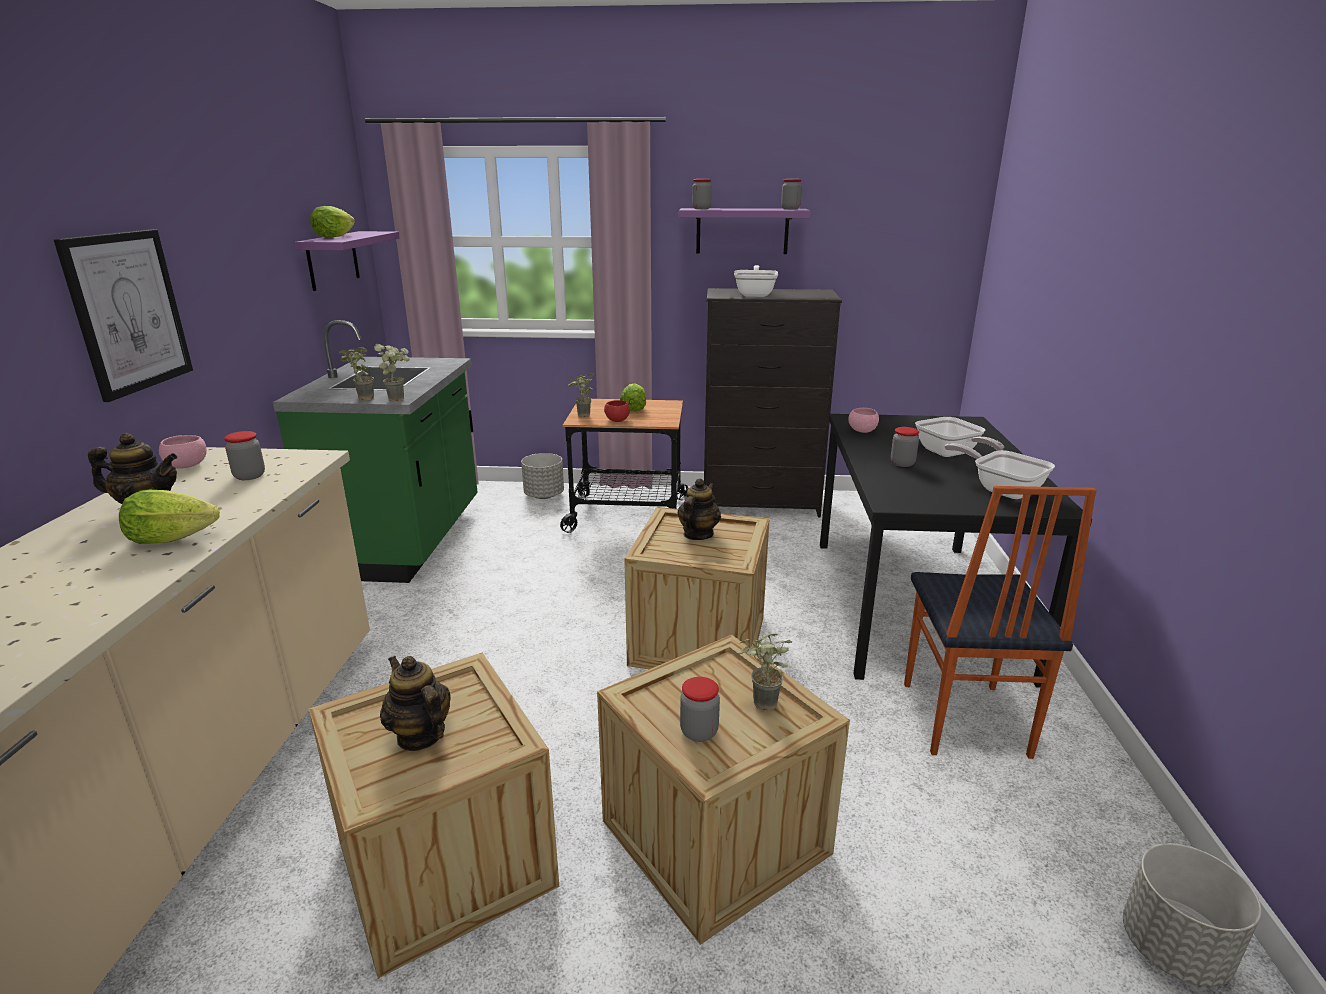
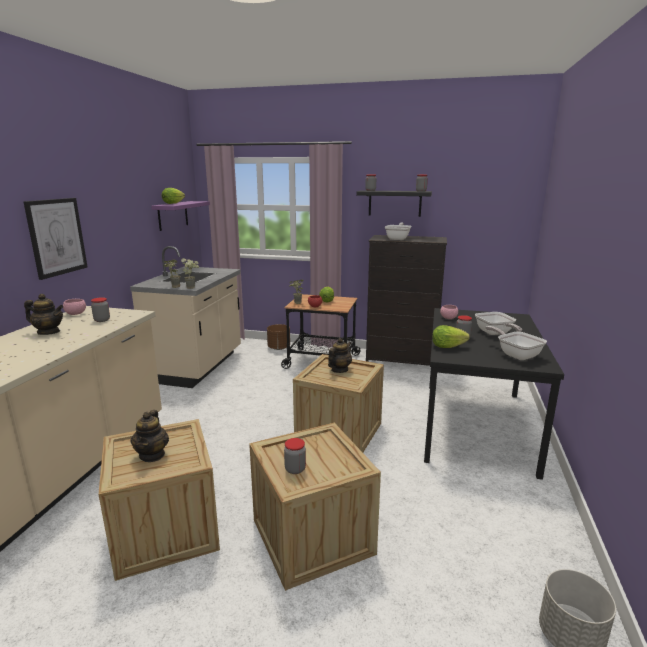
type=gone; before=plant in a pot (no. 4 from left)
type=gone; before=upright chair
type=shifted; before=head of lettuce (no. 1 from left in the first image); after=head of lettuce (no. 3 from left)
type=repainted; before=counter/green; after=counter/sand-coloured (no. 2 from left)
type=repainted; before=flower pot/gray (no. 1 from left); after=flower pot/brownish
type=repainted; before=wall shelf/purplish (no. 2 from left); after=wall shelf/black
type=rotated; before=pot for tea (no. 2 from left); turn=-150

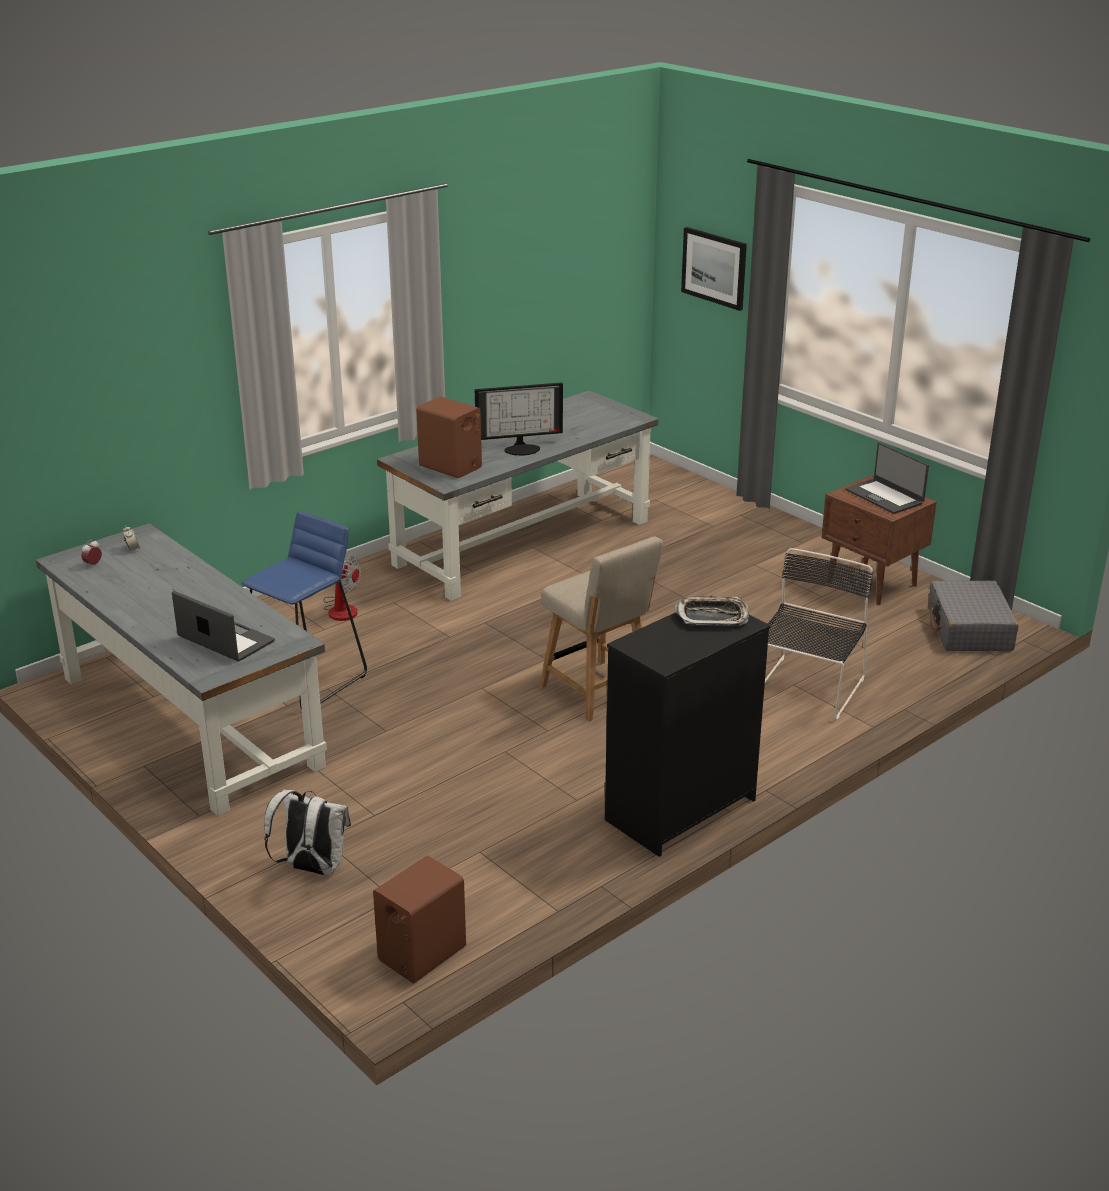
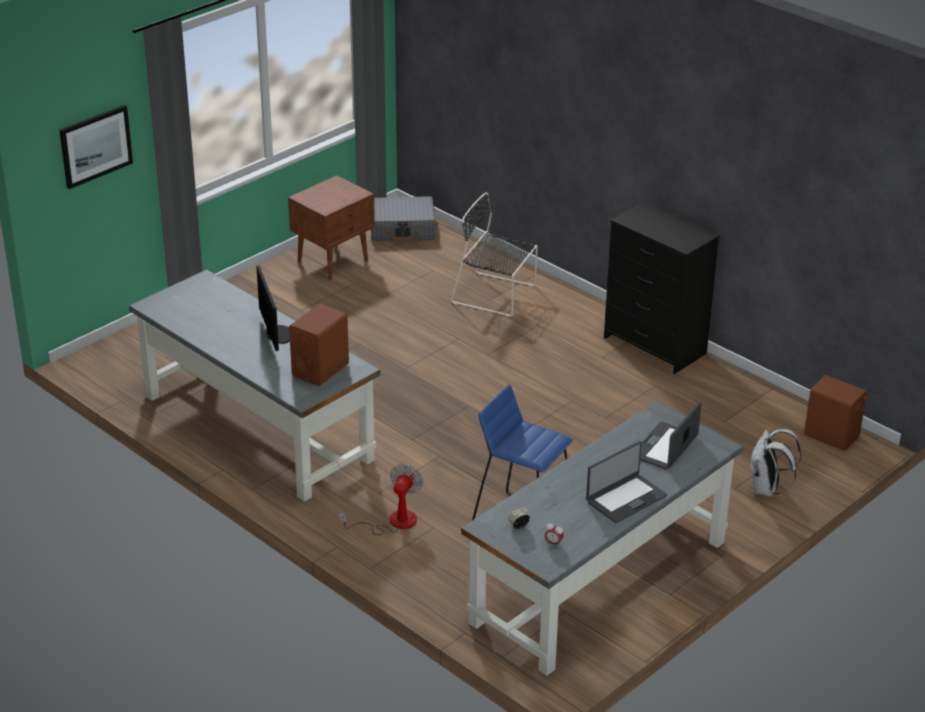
type=gone; before=upright chair/sand-coloured
type=gone; before=serving tray
type=shifted; before=notebook computer (no. 2 from left in the first image); after=notebook computer (no. 1 from left)

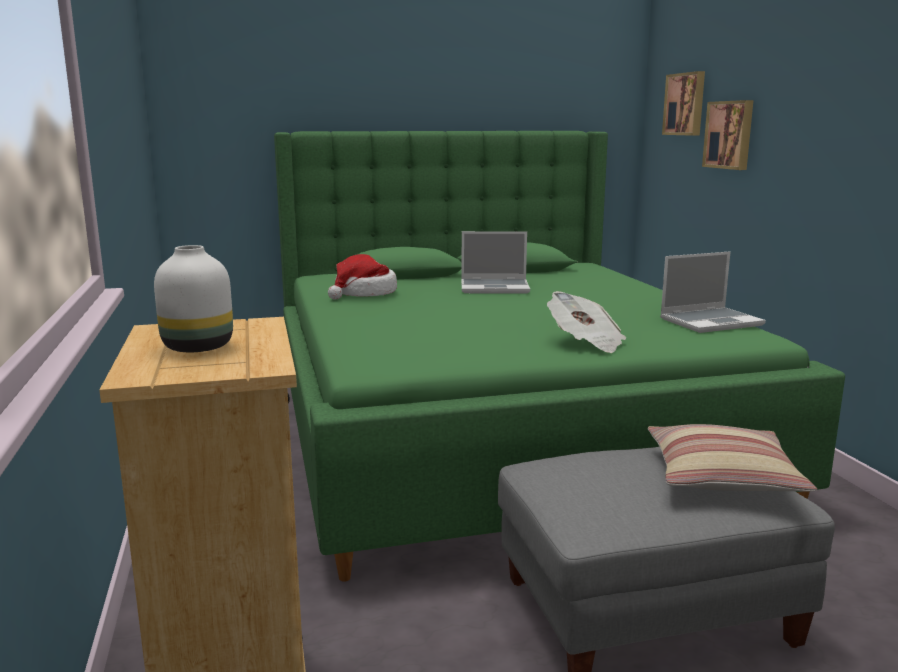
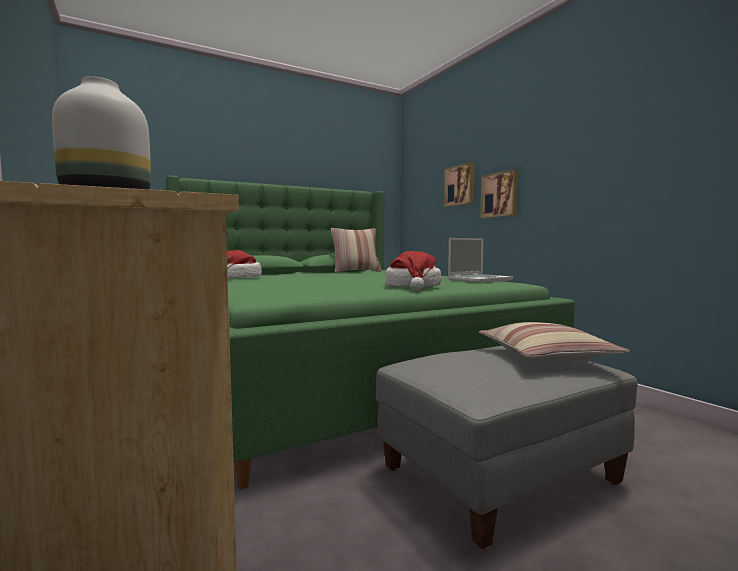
type=gone; before=notebook computer (no. 1 from left)
type=new; after=pillow (no. 1 from left)
type=shifted; before=wall picture (no. 1 from left in the first image); after=wall picture (no. 2 from left)
type=swapped; before=newspaper; after=clothing hat (no. 2 from left)

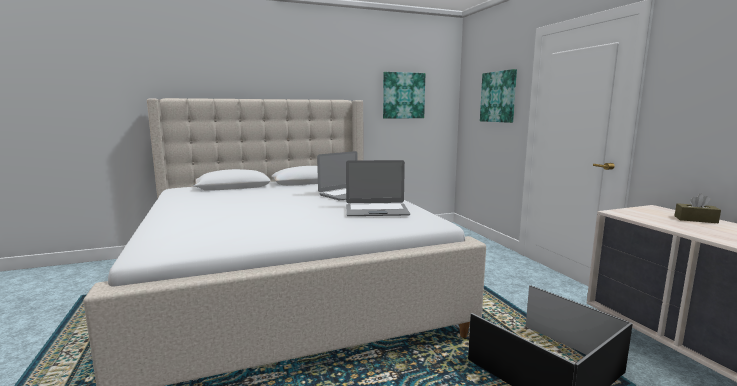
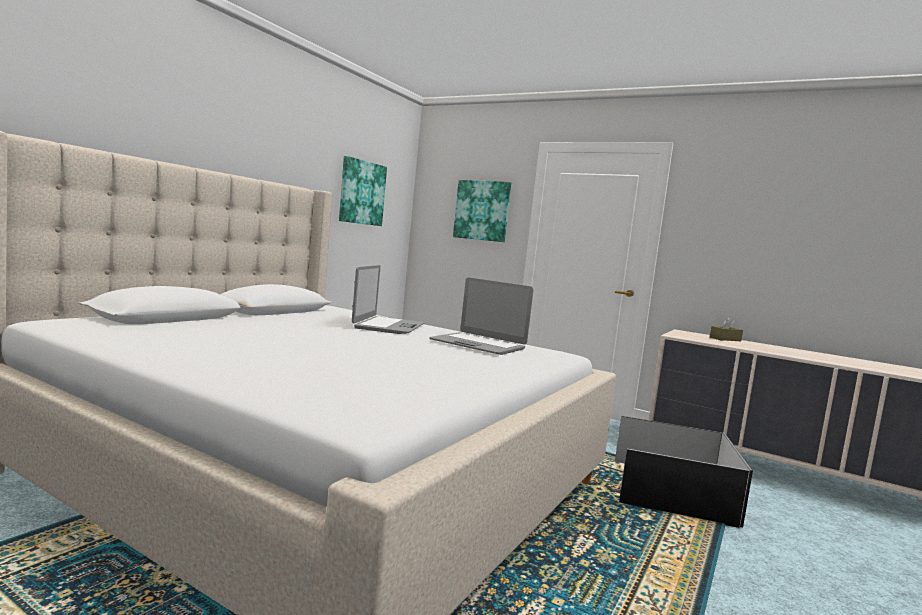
type=rotated; before=notebook computer (no. 2 from left); turn=75

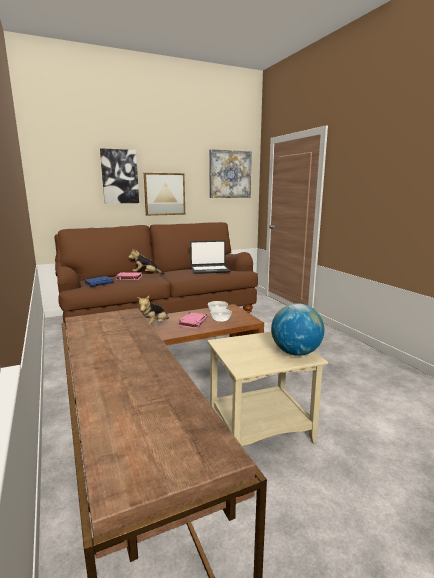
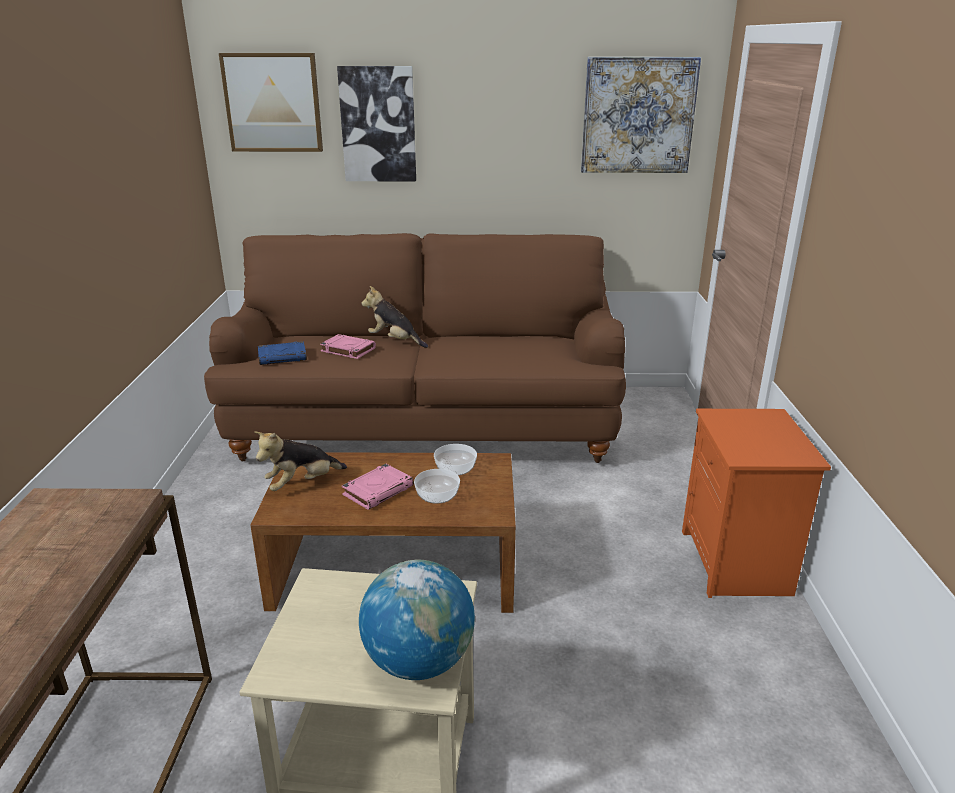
type=gone; before=notebook computer
type=new; after=bedside table/orange-coloured
type=shifted; before=wall picture (no. 2 from left in the first image); after=wall picture (no. 1 from left)

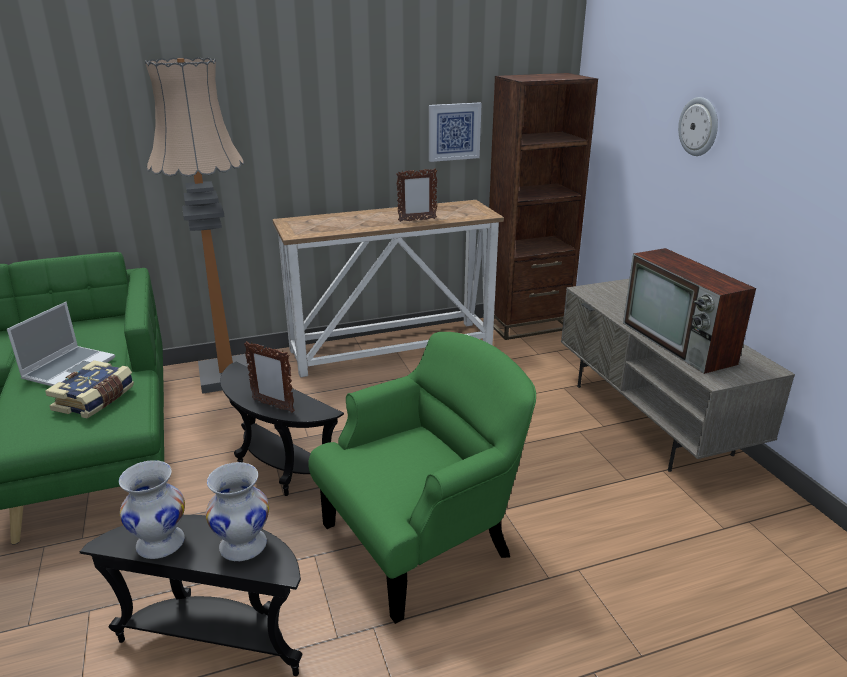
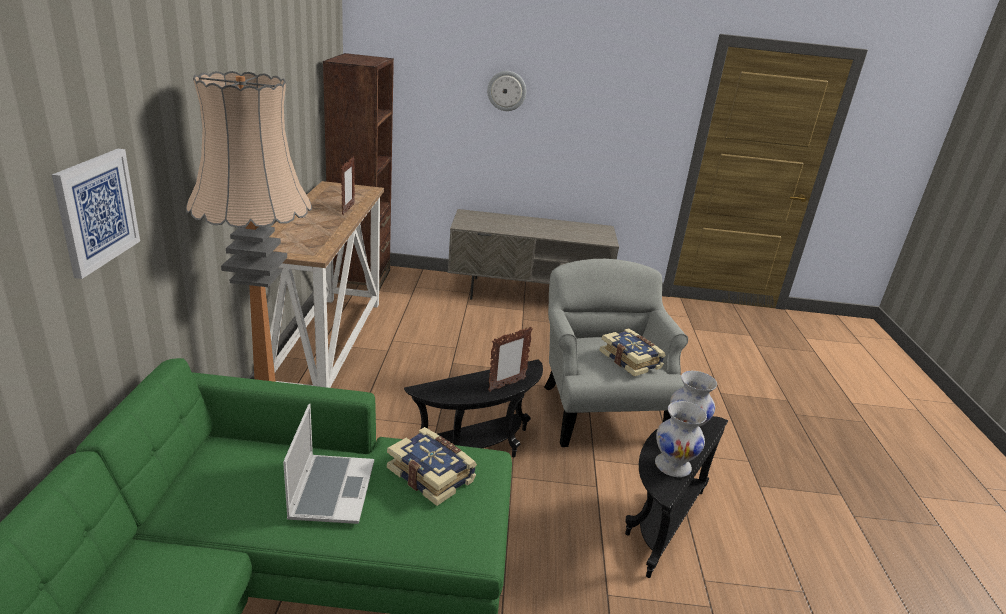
type=gone; before=TV
type=new; after=volume (no. 2 from left)
type=shifted; before=wall picture
type=repainted; before=armchair/green; after=armchair/gray
type=rotated; before=notebook computer; turn=45

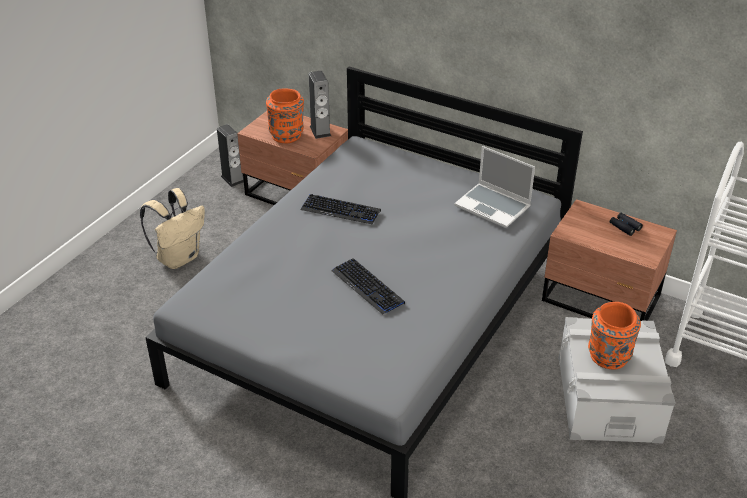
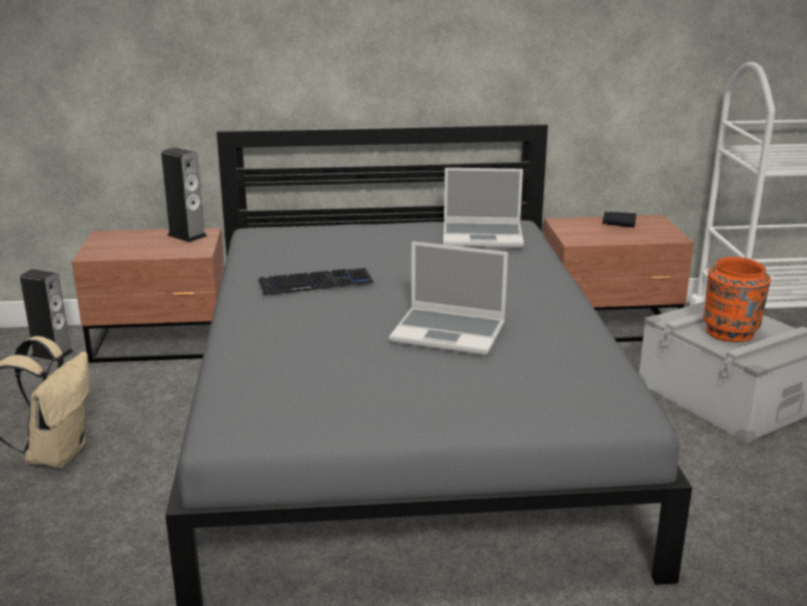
type=gone; before=flower vase/orange-coloured (no. 1 from left)
type=swapped; before=keyboard (no. 2 from left); after=notebook computer (no. 1 from left)

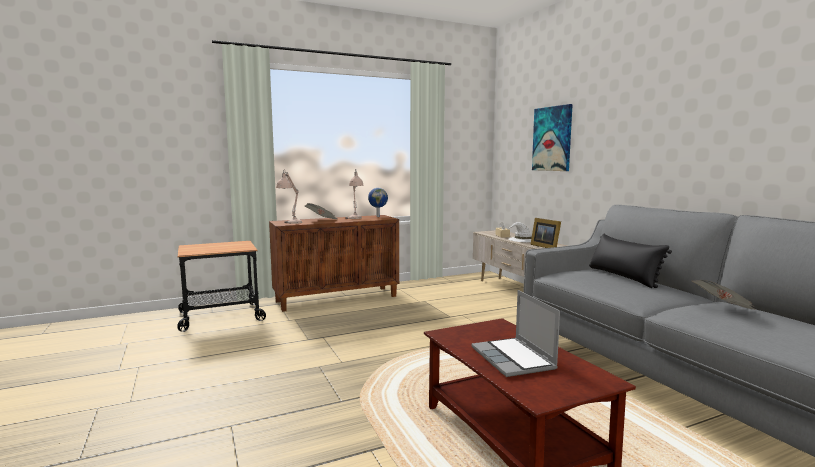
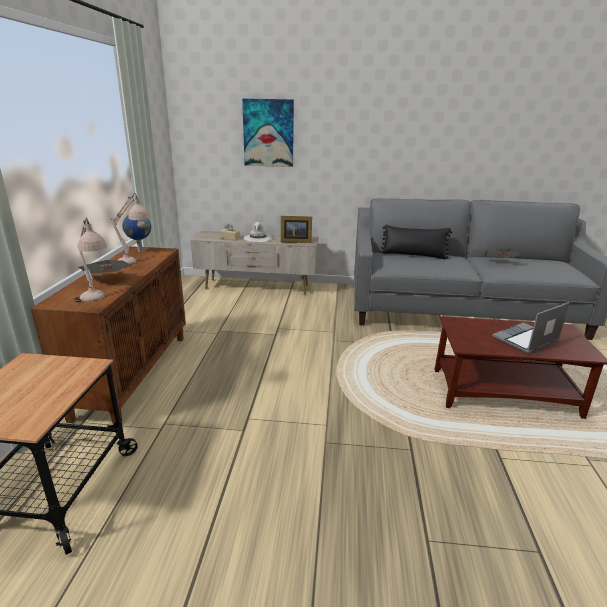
type=rotated; before=notebook computer; turn=135

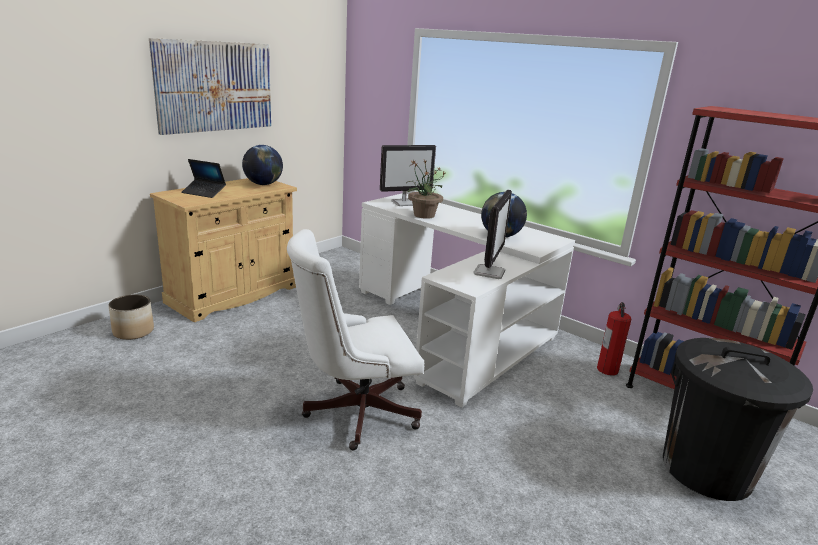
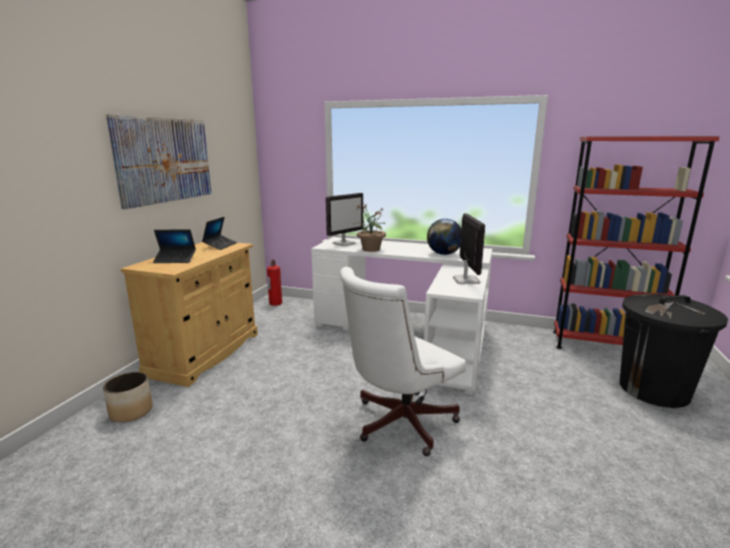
type=shifted; before=fire-fighting cylinder
type=swapped; before=desk globe (no. 1 from left); after=notebook computer (no. 2 from left)

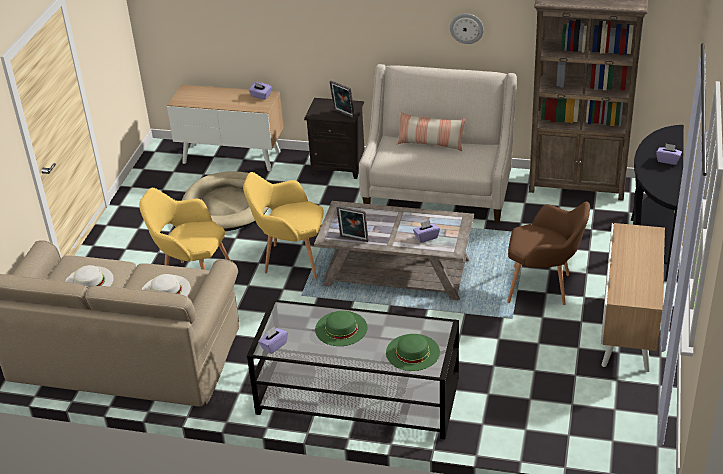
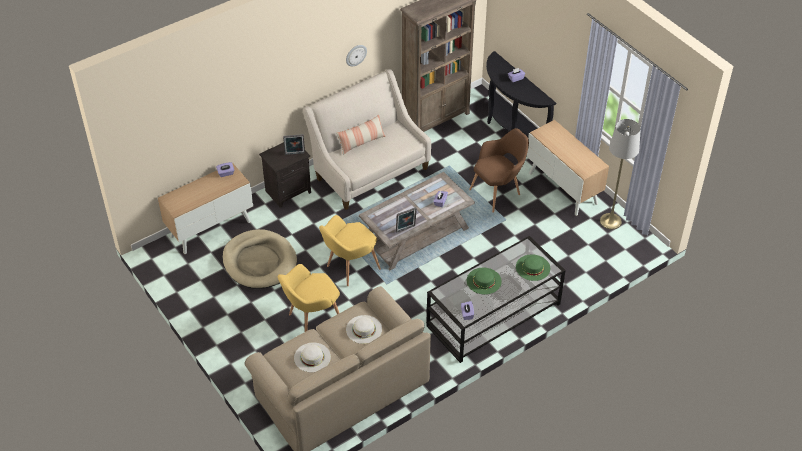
type=new; after=standard lamp/gray

